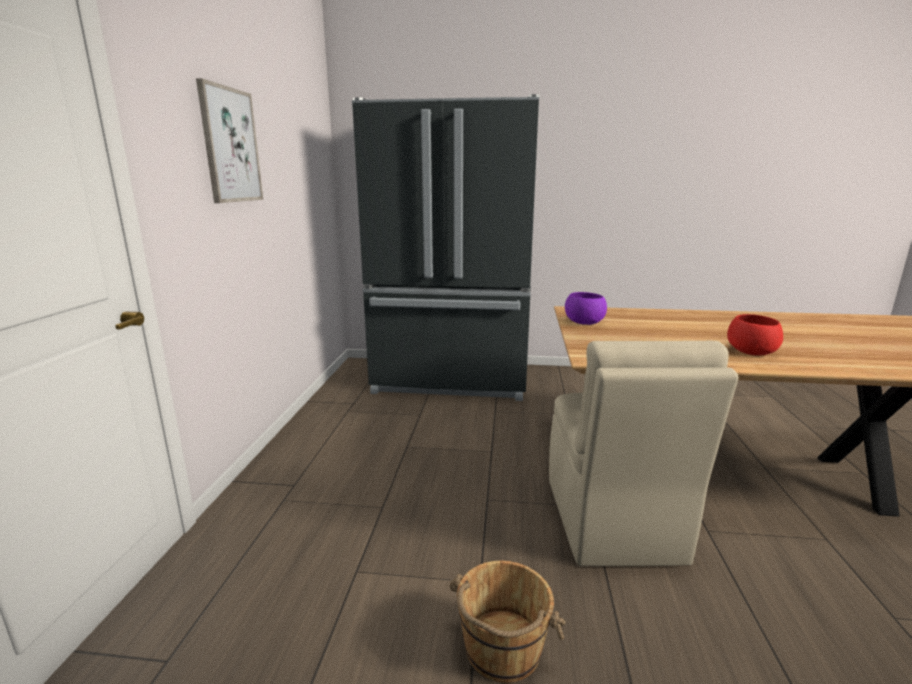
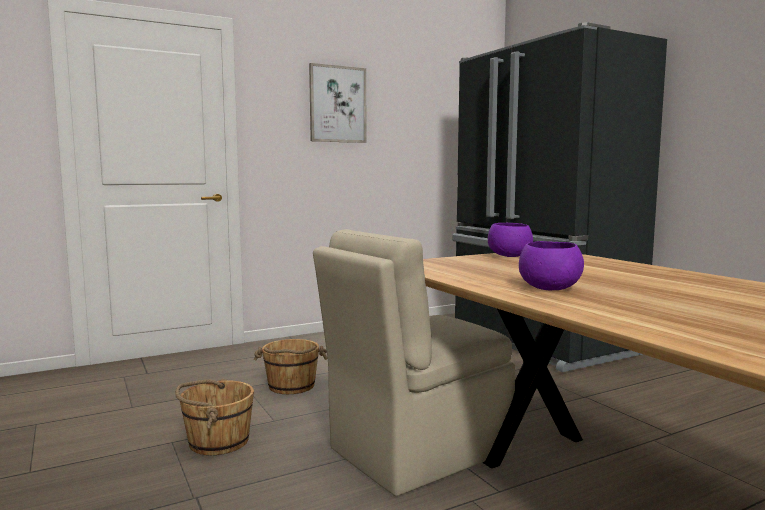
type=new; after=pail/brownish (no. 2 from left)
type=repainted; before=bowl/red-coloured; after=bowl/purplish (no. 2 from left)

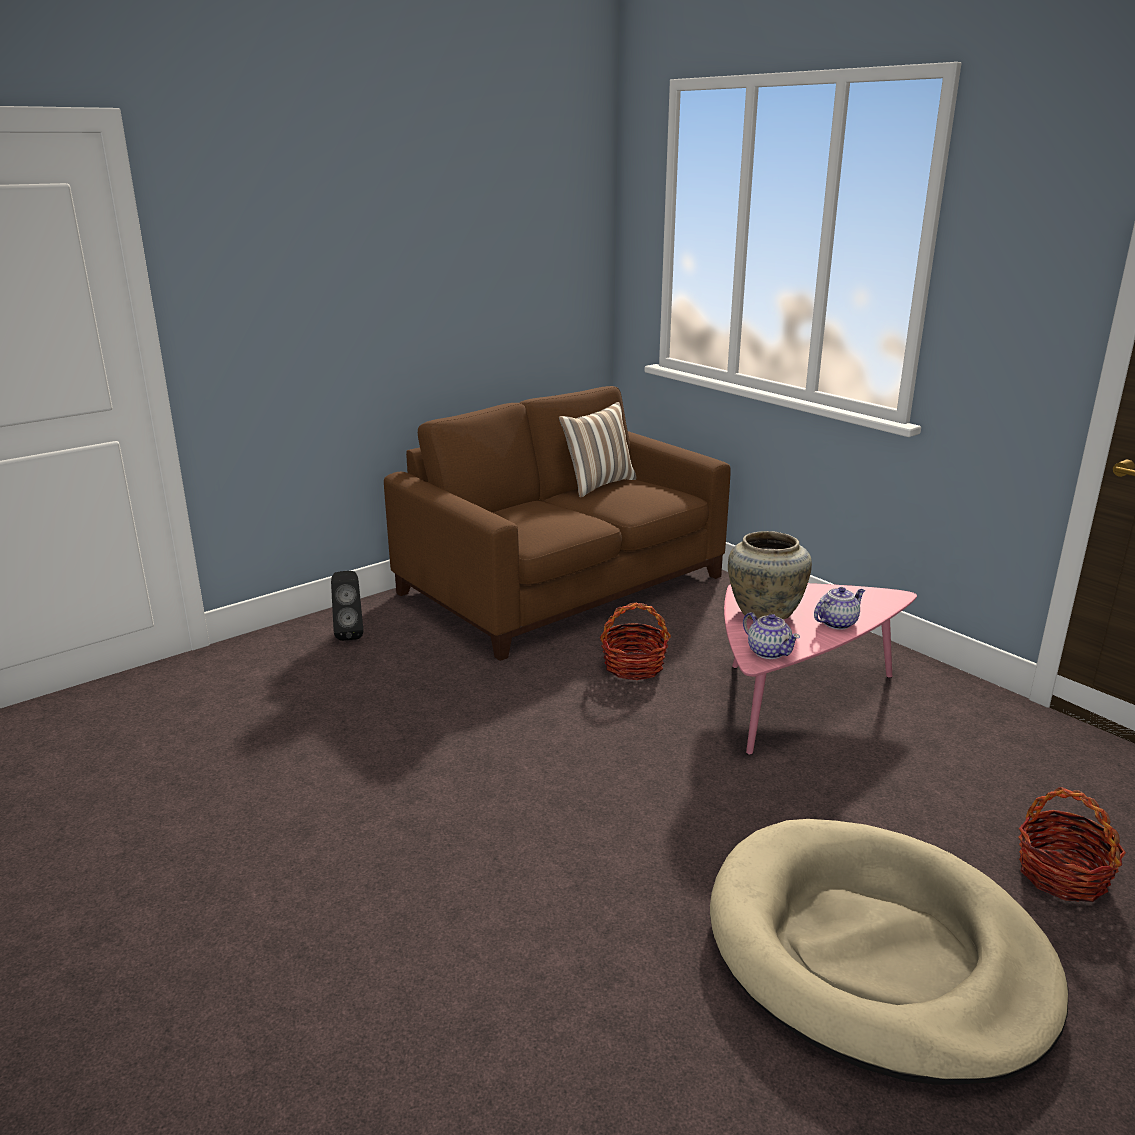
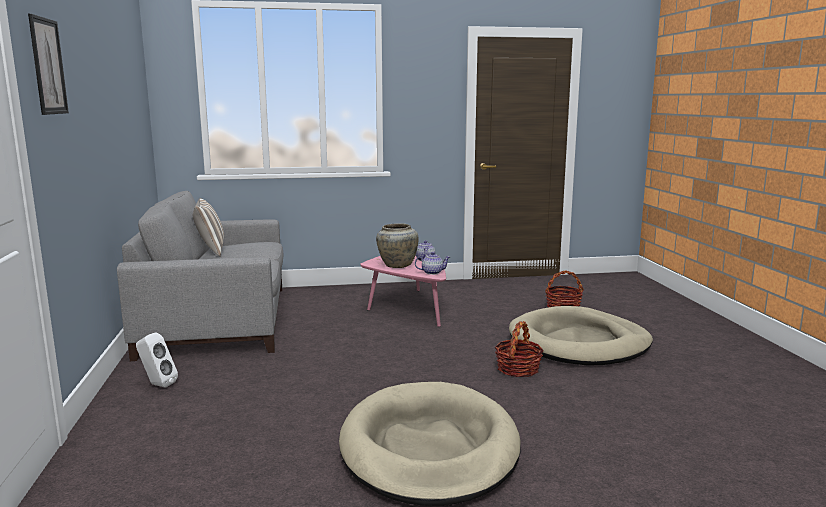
type=new; after=wall picture
type=new; after=dog cushion/sand-coloured (no. 1 from left)
type=shifted; before=basket (no. 1 from left)
type=repainted; before=audio speaker/black; after=audio speaker/white
type=repainted; before=couch/brownish; after=couch/gray

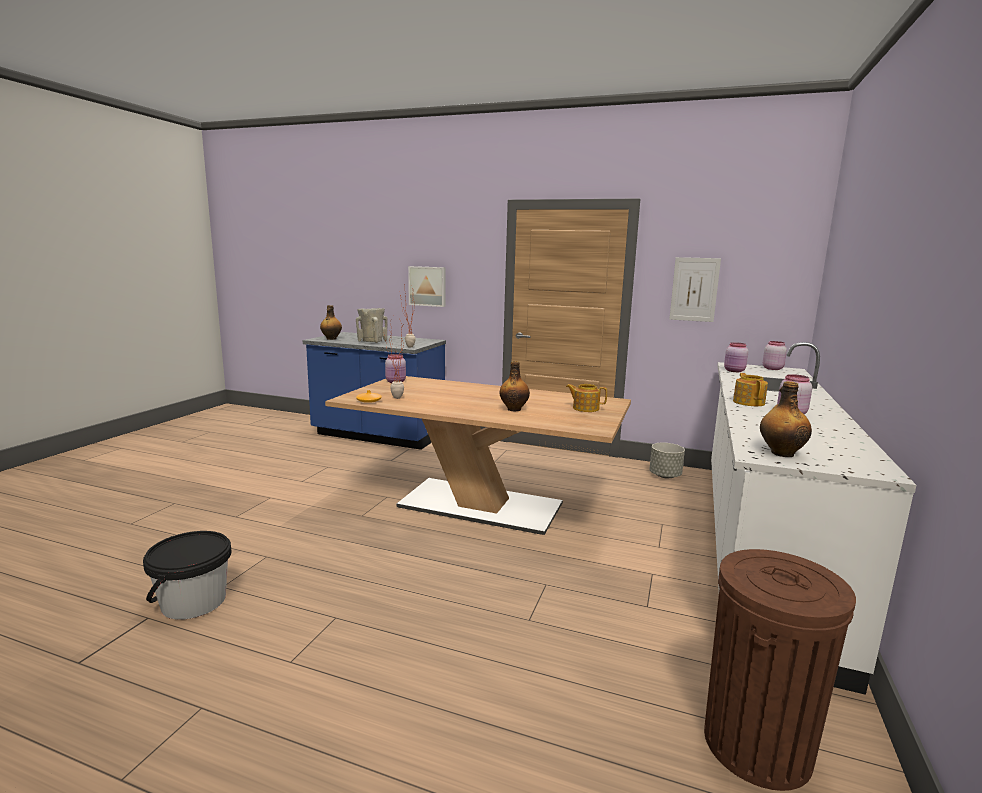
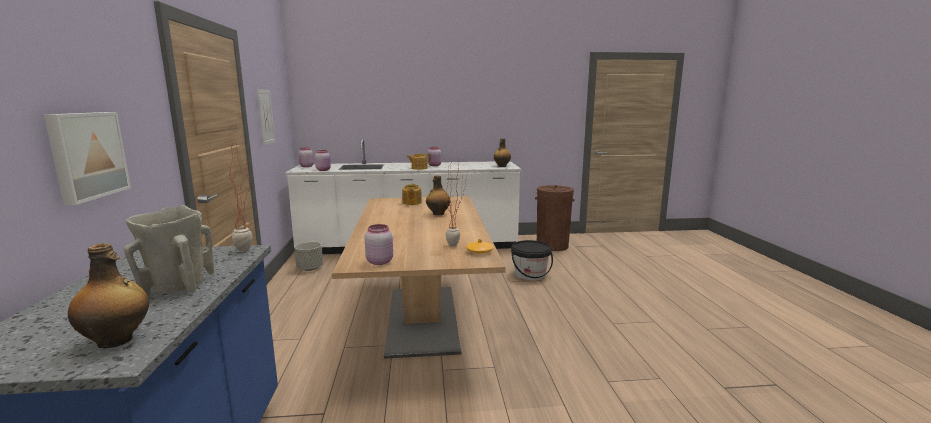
type=shifted; before=pail/black

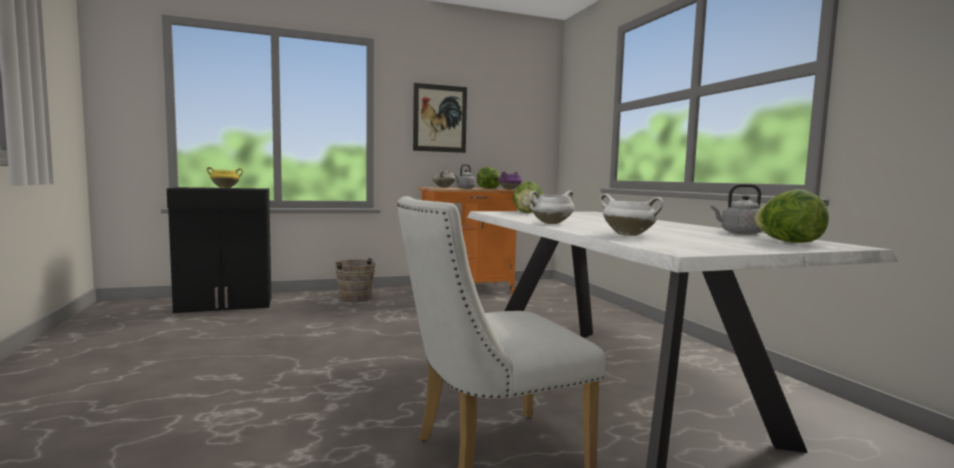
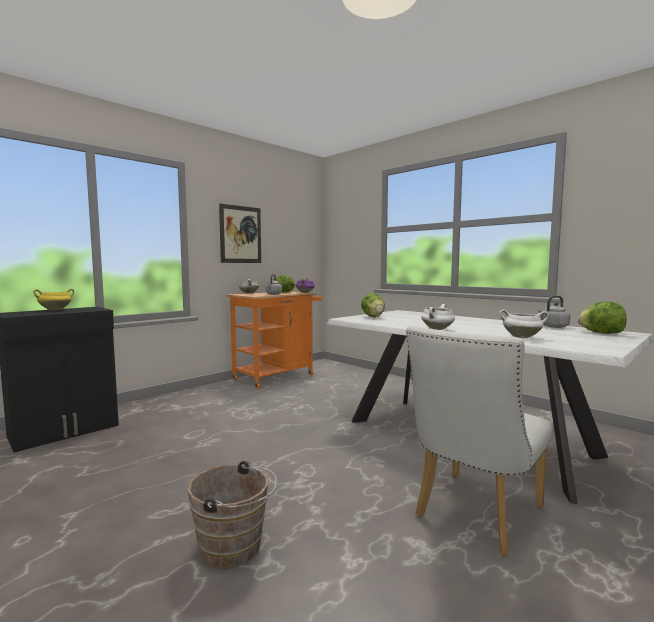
type=shifted; before=pail/brownish

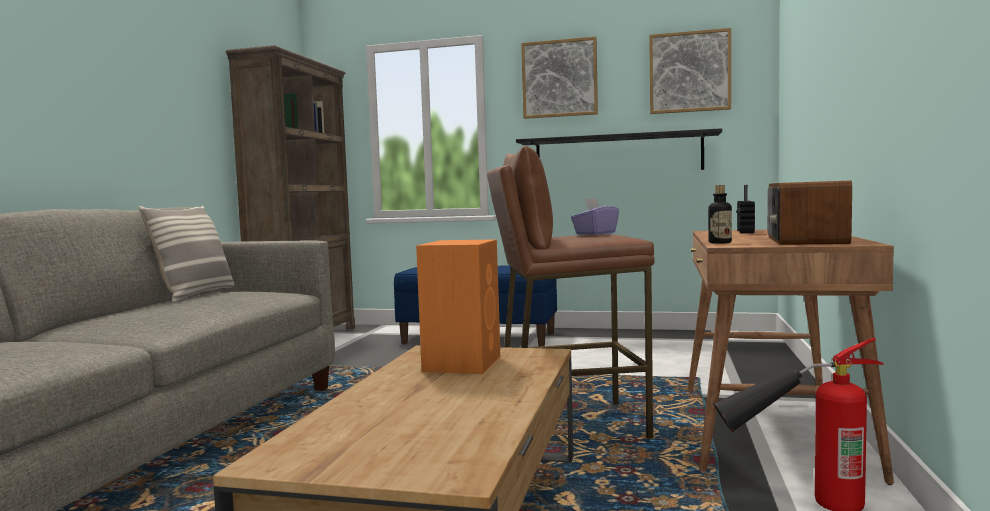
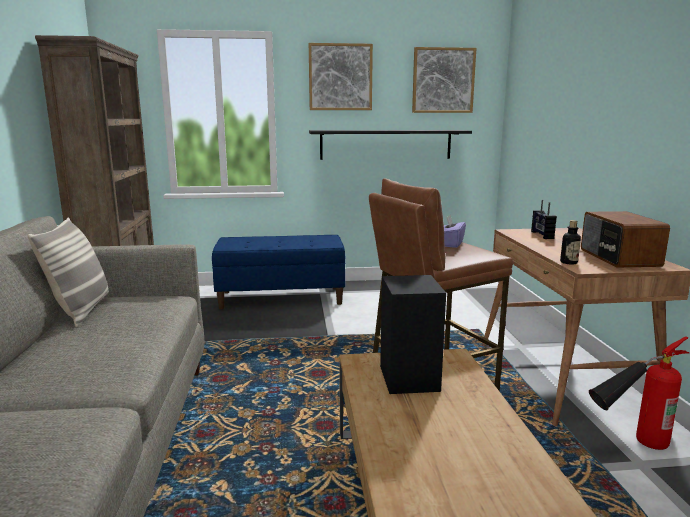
type=repainted; before=audio speaker/orange-coloured; after=audio speaker/black

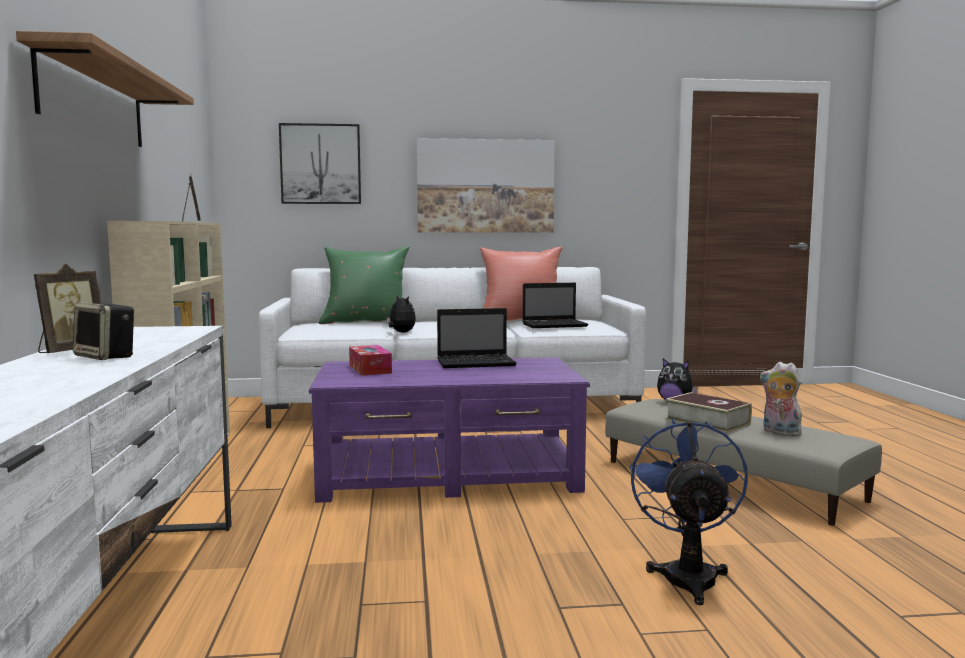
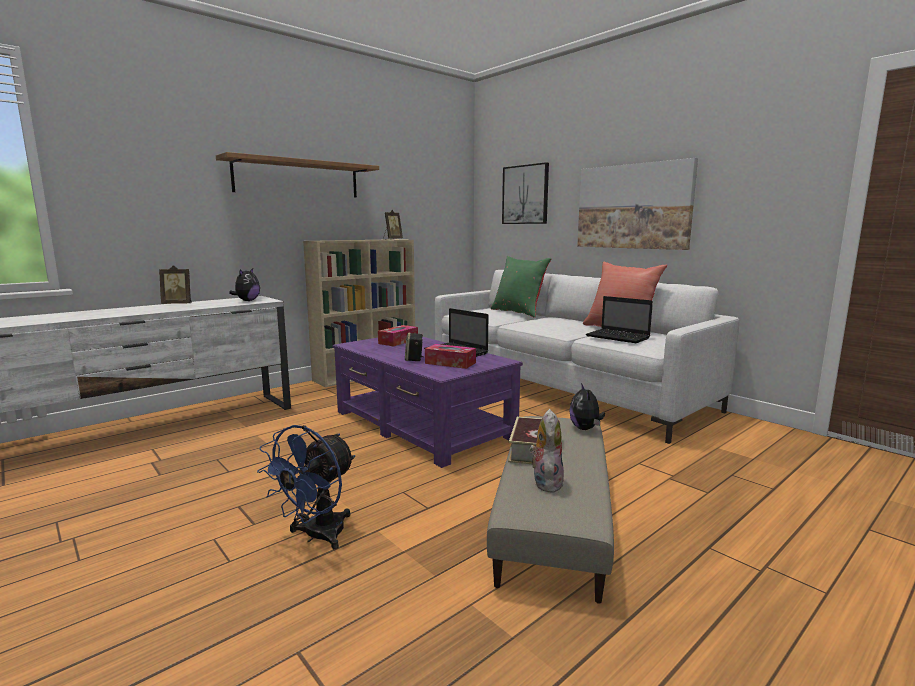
type=new; after=box of tissues (no. 2 from left)
type=shifted; before=audio speaker
type=shifted; before=plush toy (no. 1 from left)
type=rotated; before=cooling fan/blue-coloured; turn=150

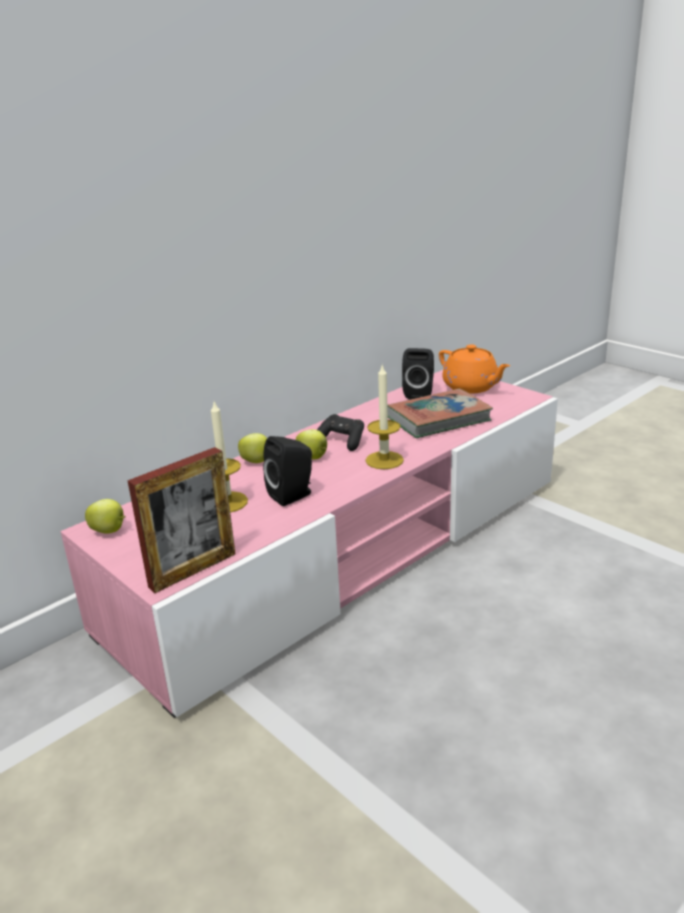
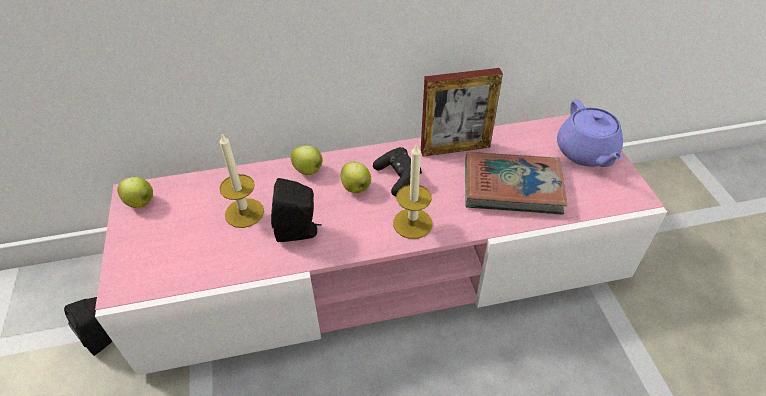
type=shifted; before=photo frame
type=shifted; before=audio speaker/black (no. 2 from left in the first image); after=audio speaker/black (no. 1 from left)
type=repainted; before=pot for tea/orange-coloured; after=pot for tea/purplish

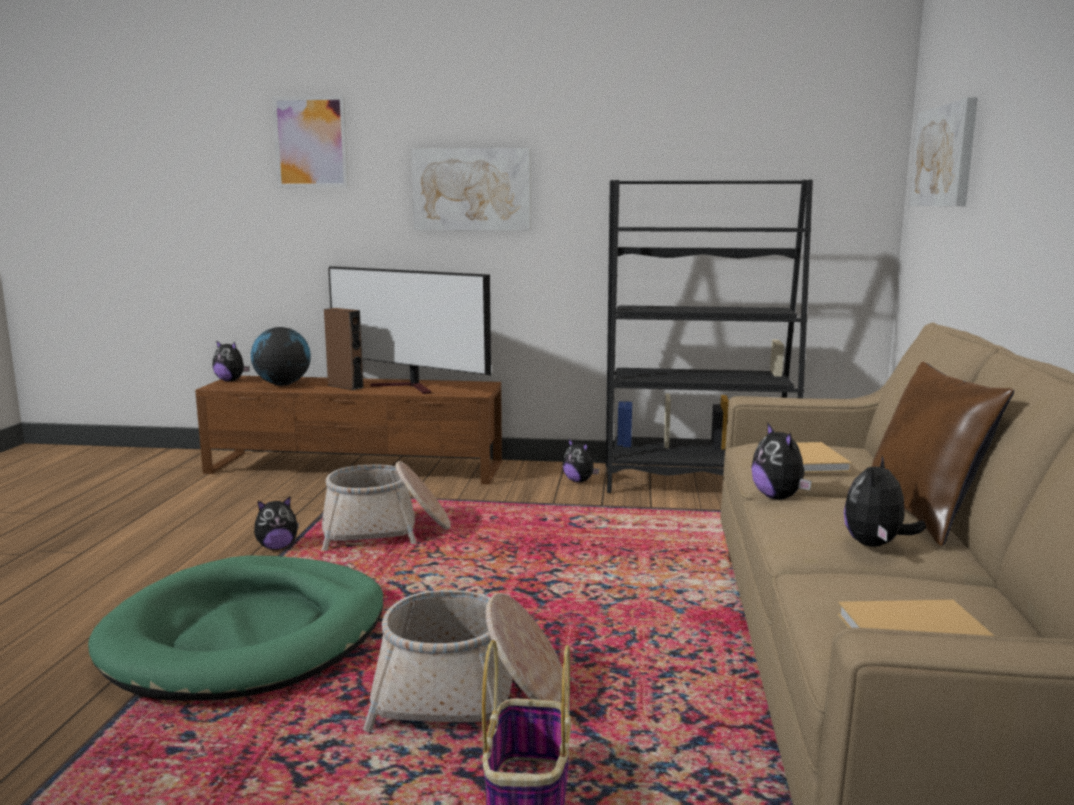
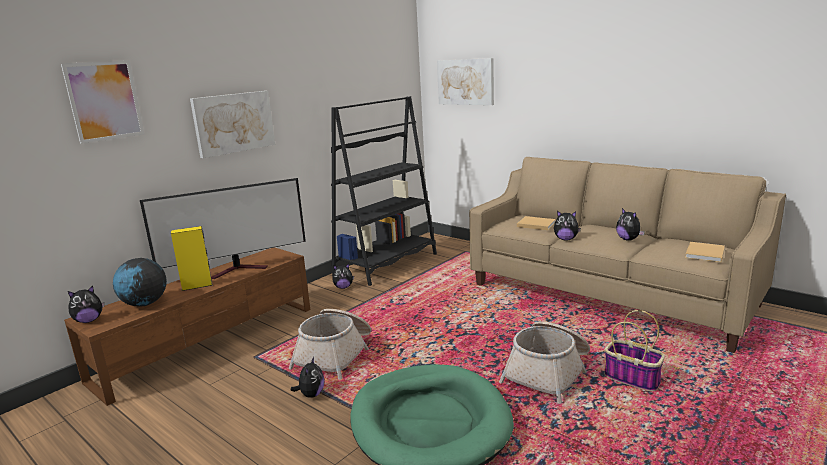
type=gone; before=pillow/brownish
type=repainted; before=audio speaker/brownish; after=audio speaker/yellowish

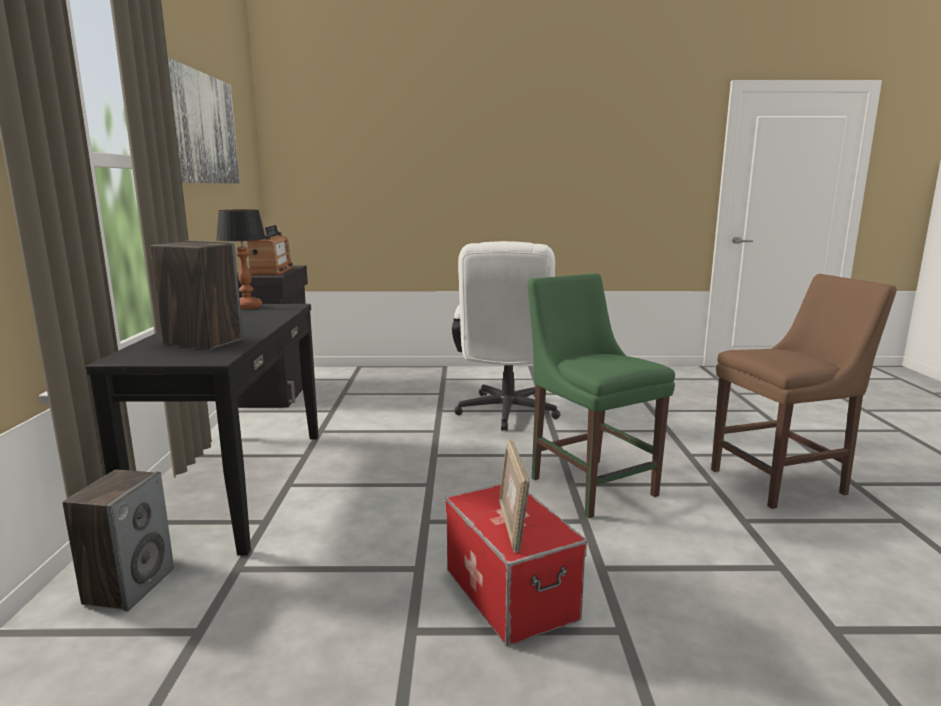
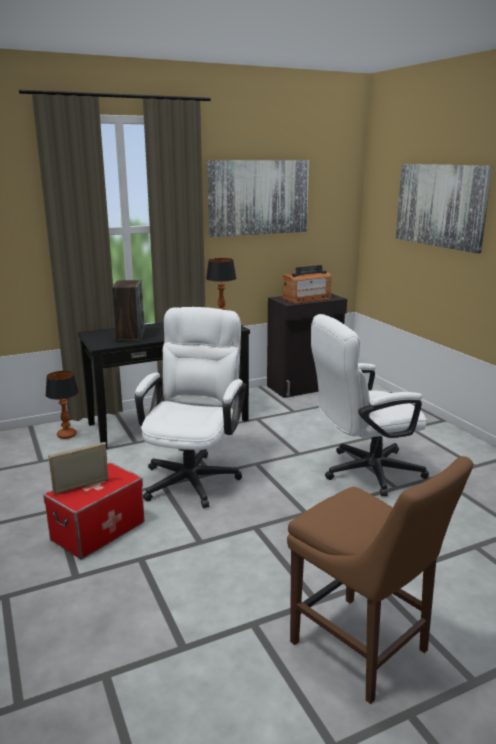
type=gone; before=upright chair/green
type=new; after=desk chair/white (no. 1 from left)
type=new; after=wall picture (no. 2 from left)
type=swapped; before=audio speaker (no. 1 from left); after=tabletop lamp (no. 1 from left)

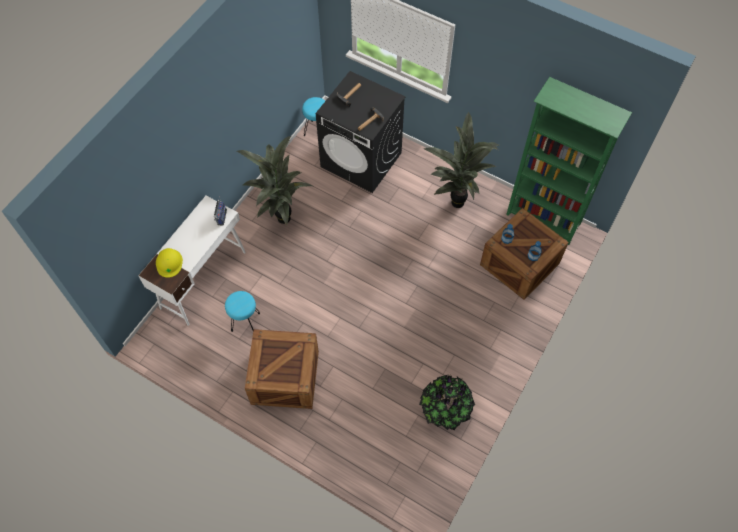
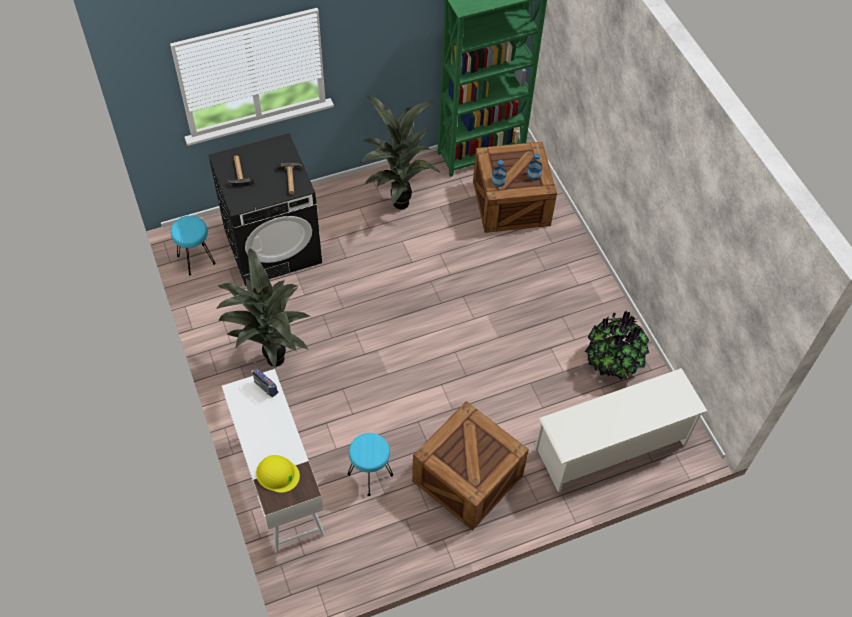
type=new; after=shoe stand/white

